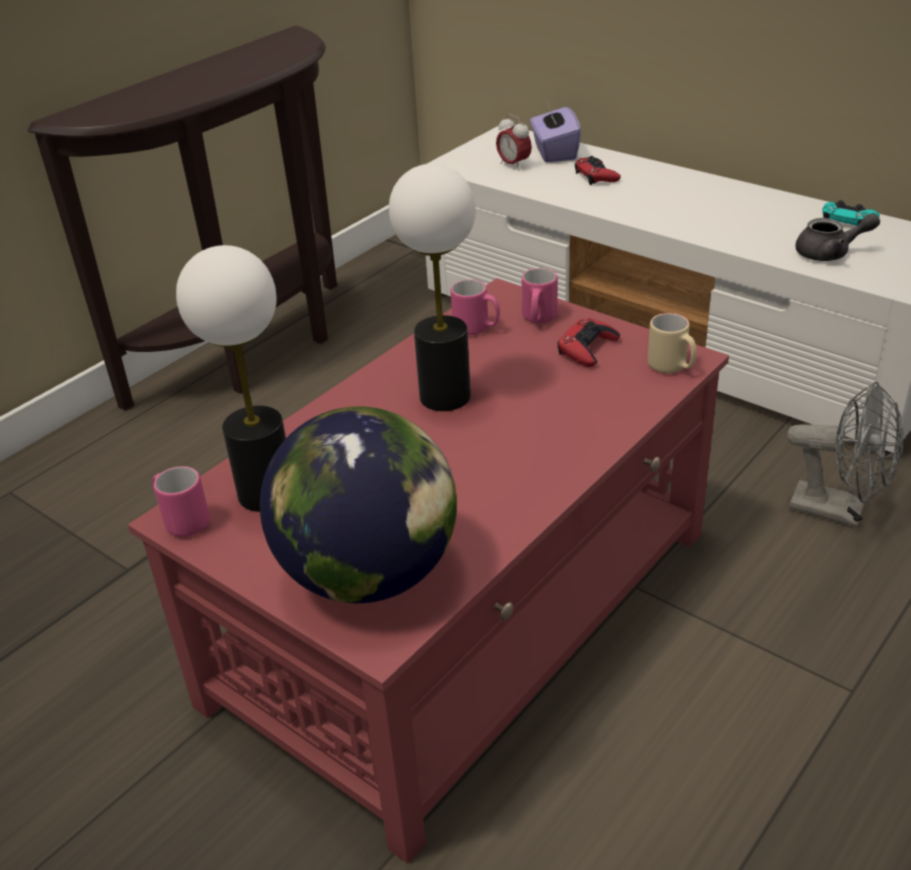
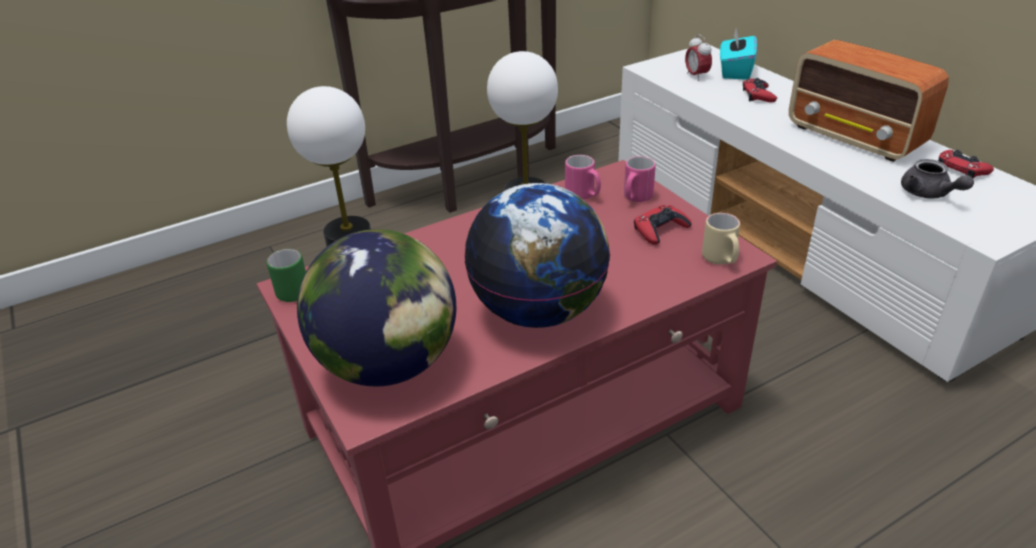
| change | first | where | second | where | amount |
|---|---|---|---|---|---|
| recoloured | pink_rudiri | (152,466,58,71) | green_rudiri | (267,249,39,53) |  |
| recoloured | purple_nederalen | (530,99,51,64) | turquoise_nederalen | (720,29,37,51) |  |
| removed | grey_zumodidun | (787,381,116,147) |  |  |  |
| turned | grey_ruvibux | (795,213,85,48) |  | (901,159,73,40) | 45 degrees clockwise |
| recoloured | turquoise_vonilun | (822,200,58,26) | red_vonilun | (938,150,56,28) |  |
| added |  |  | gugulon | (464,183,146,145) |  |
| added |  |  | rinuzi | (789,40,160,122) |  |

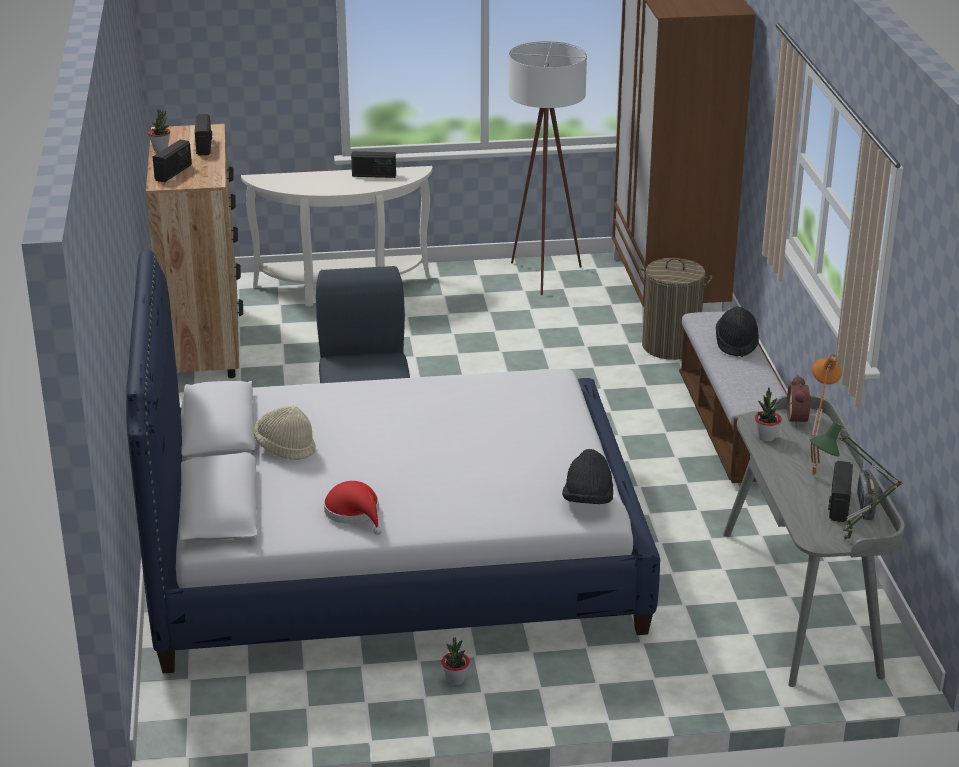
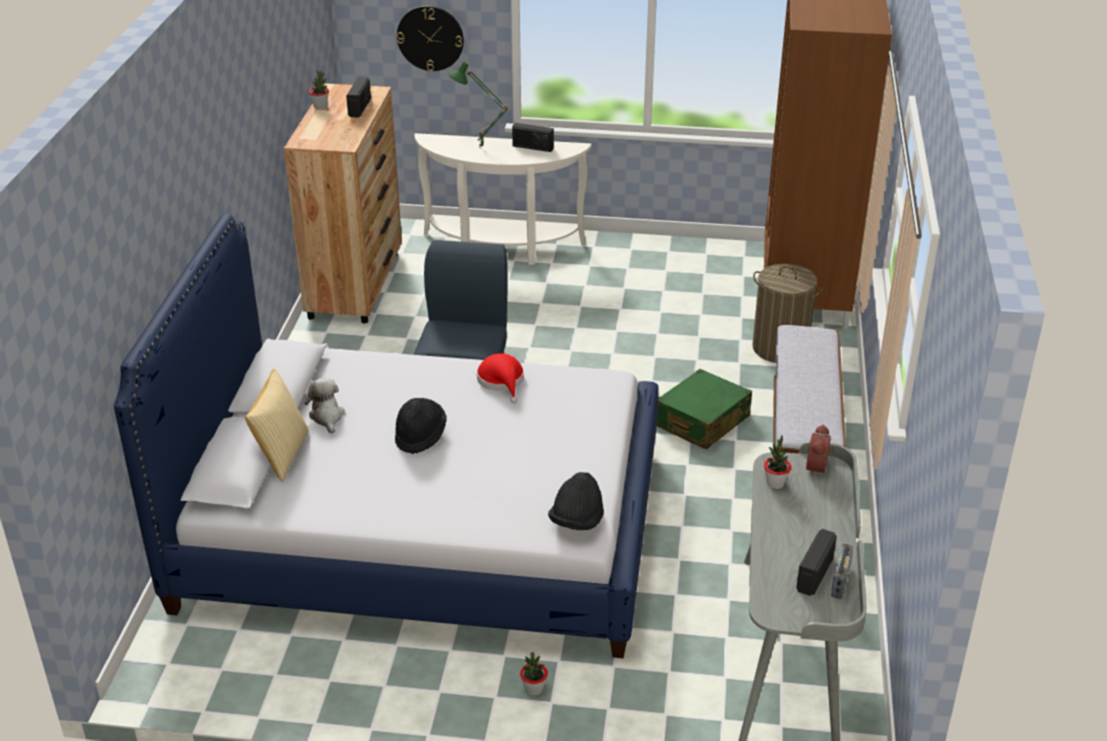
| change | first | where | second | where | amount |
|---|---|---|---|---|---|
| removed | rinuzi | (153,139,39,43) |  |  |  |
| replaced | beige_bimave | (254,405,62,55) | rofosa | (305,378,40,56) |  |
| moved | red_bimave | (324,481,58,54) |  | (477,353,47,50) |  |
| moved | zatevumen | (441,637,29,48) |  | (520,652,28,44) |  |
| removed | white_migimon | (508,41,79,254) |  |  |  |
| moved | black_bimave | (716,306,43,51) |  | (395,398,52,56) |  |
| removed | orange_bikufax | (810,354,32,124) |  |  |  |
| moved | green_bikufax | (810,421,93,120) |  | (449,61,60,87) |  |
| added |  |  | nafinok | (245,369,64,113) |  |
| added |  |  | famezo | (397,6,67,65) |  |
| added |  |  | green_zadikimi | (657,369,95,80) |  |

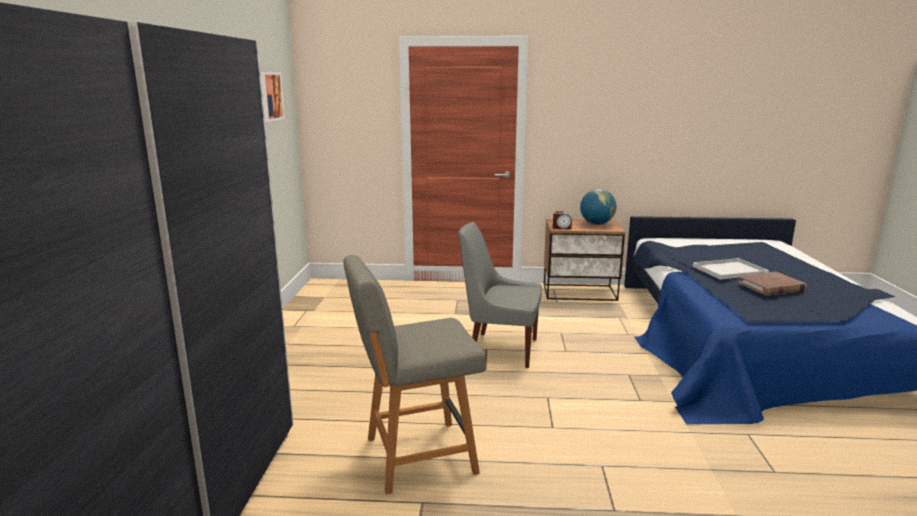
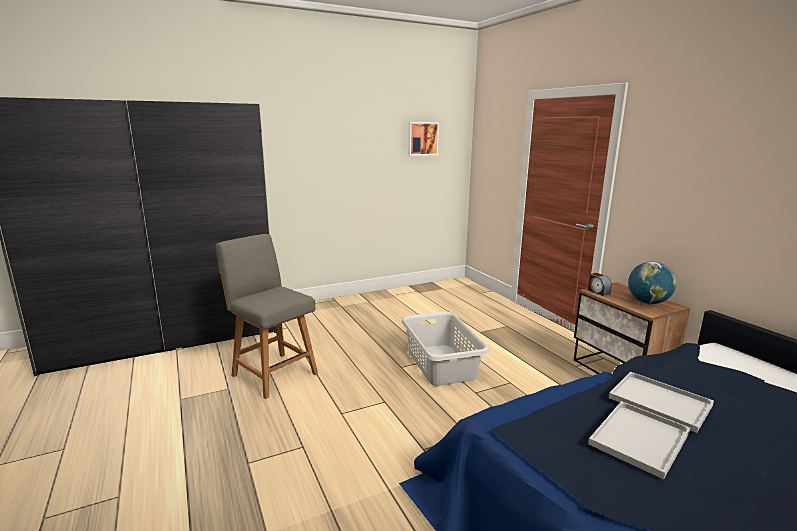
| change | first | where | second | where | amount |
|---|---|---|---|---|---|
| replaced | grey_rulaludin | (459,222,83,146) | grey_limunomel | (402,312,87,74) |  |
| replaced | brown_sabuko | (738,272,69,24) | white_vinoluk | (588,401,102,78) |  |

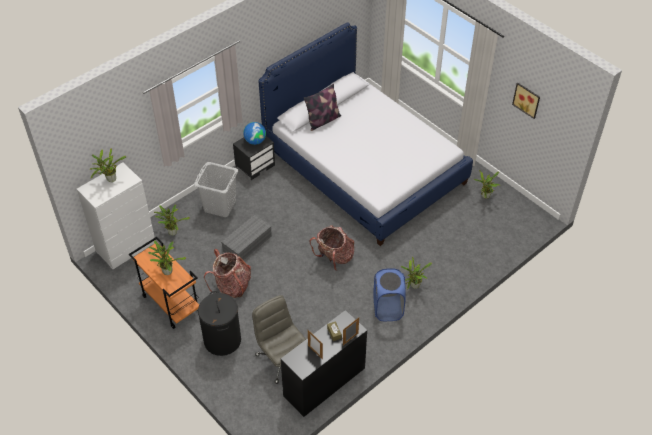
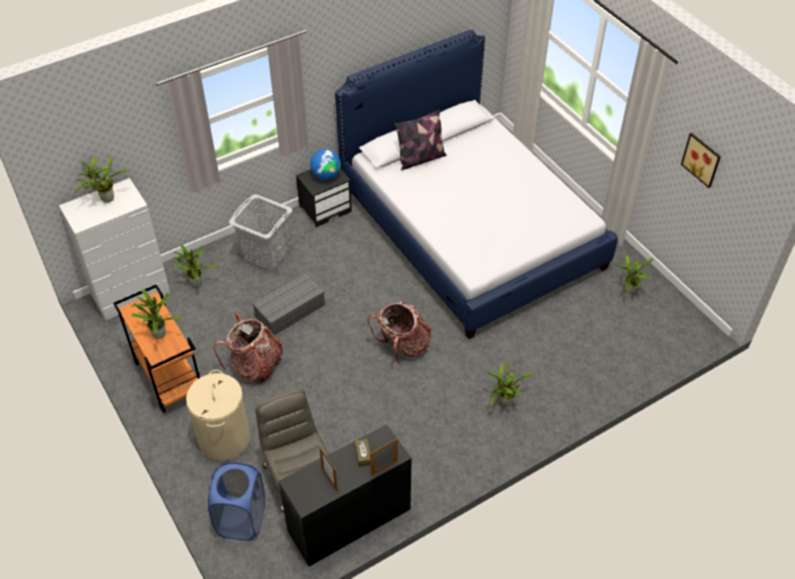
| change | first | where | second | where | amount |
|---|---|---|---|---|---|
| recoloured | black_limunomel | (198,291,43,65) | beige_limunomel | (186,370,64,90) |  |
| moved | blue_limunomel | (374,268,32,53) |  | (208,462,57,78) |  |

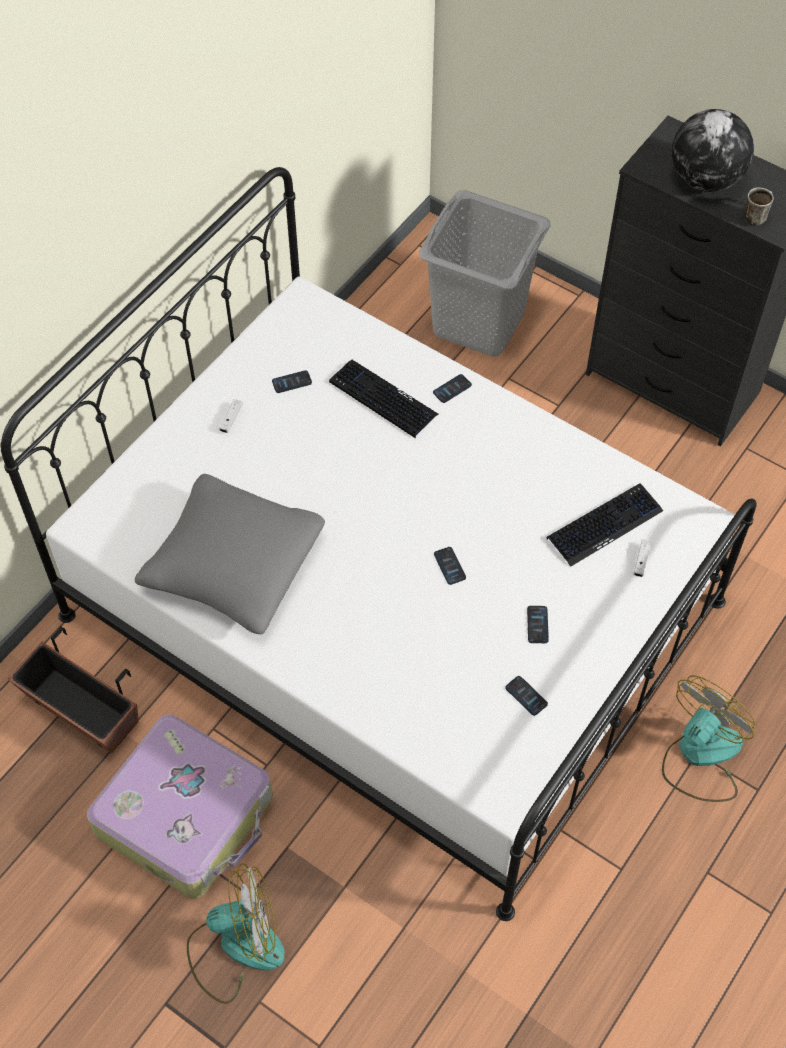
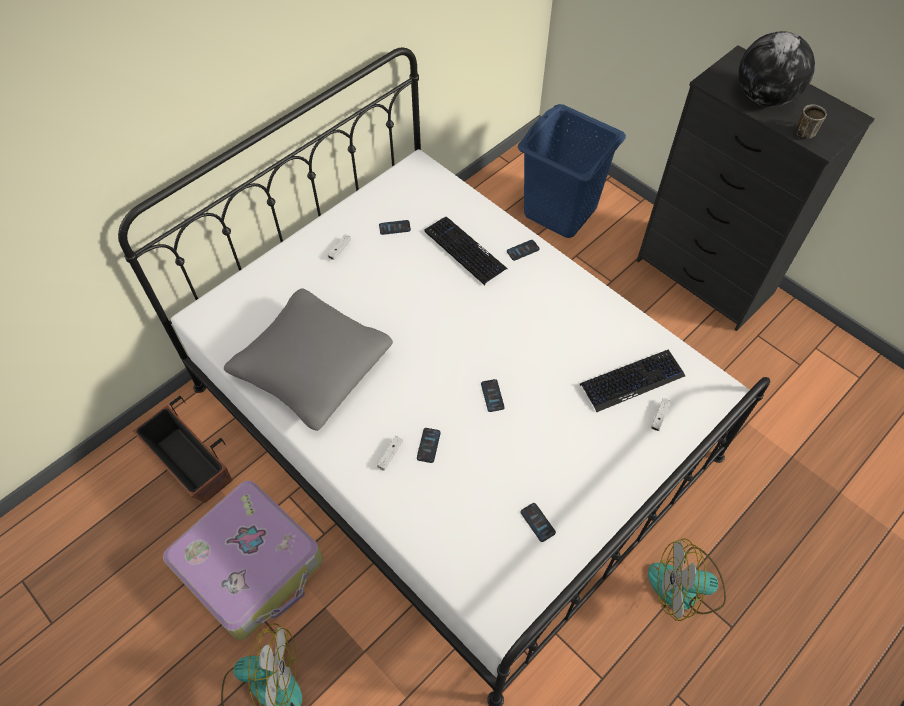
| change | first | where | second | where | amount |
|---|---|---|---|---|---|
| recoloured | grey_limunomel | (419,190,132,167) | blue_limunomel | (518,104,108,134) |  |
| moved | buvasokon | (527,606,22,37) |  | (417,428,24,35) |  |
| turned | zumodidun | (662,676,93,126) |  | (648,539,78,82) | 135 degrees counterclockwise |
| added |  |  | white_vonilun | (377,436,26,35) |  |

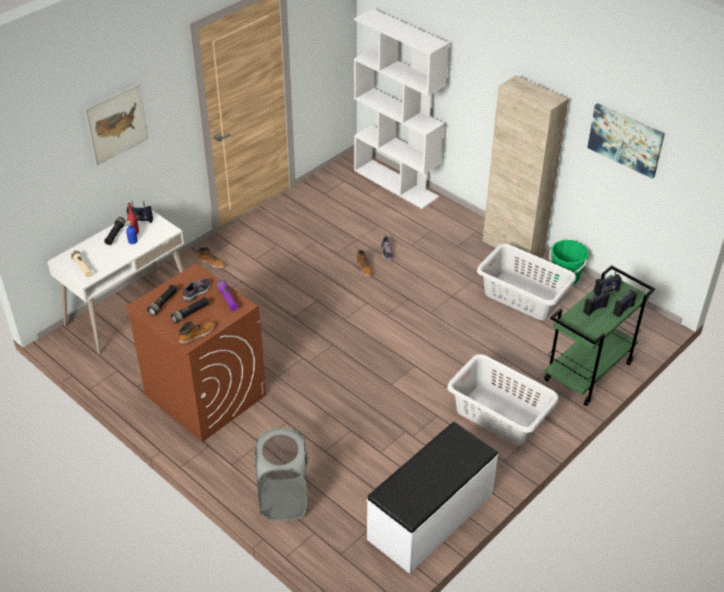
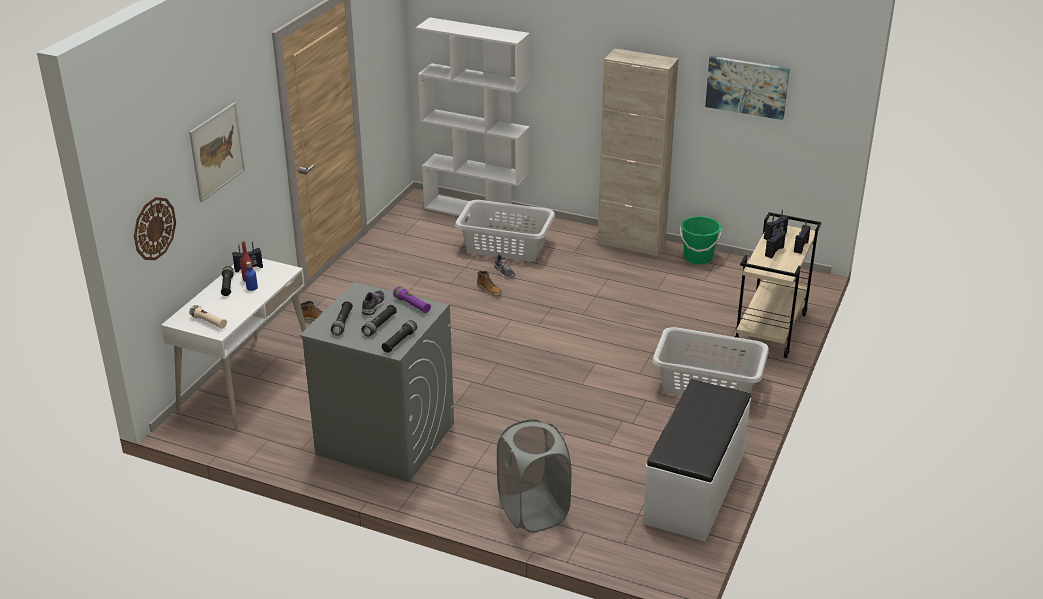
| change | first | where | second | where | amount |
|---|---|---|---|---|---|
| recoloured | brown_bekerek | (125,263,141,179) | grey_bekerek | (300,282,154,200) |  |
| replaced | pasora | (178,321,37,24) | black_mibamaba | (382,320,35,33) |  |
| moved | grey_limunomel | (477,244,99,76) |  | (455,200,100,62) |  |
| recoloured | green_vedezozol | (544,265,111,141) | beige_vedezozol | (735,212,87,146) |  |
| added |  |  | famezo | (134,197,42,63) |  |

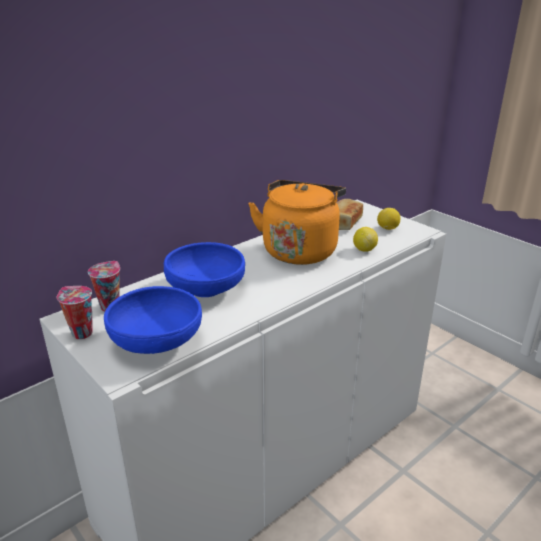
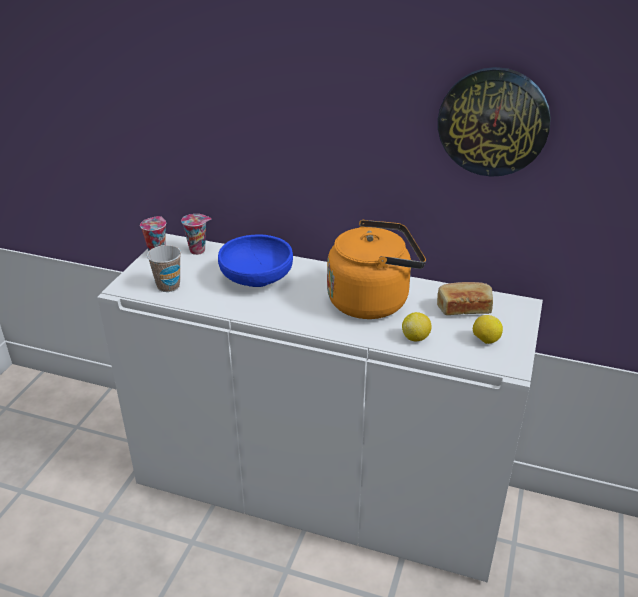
| change | first | where | second | where | amount |
|---|---|---|---|---|---|
| replaced | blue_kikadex | (104,286,98,68) | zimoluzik | (147,245,34,47) |  |
| added |  |  | famezo | (438,67,113,110) |  |

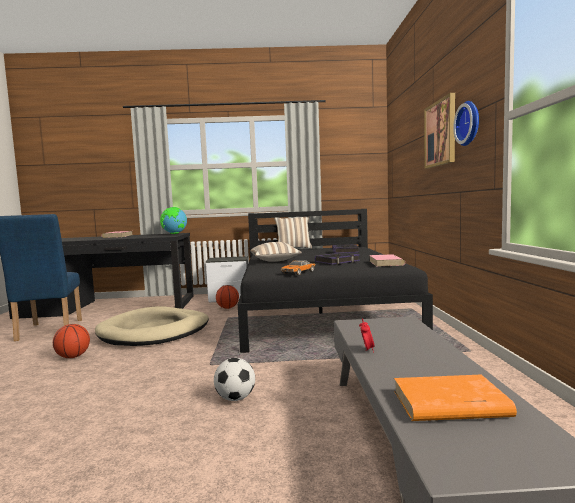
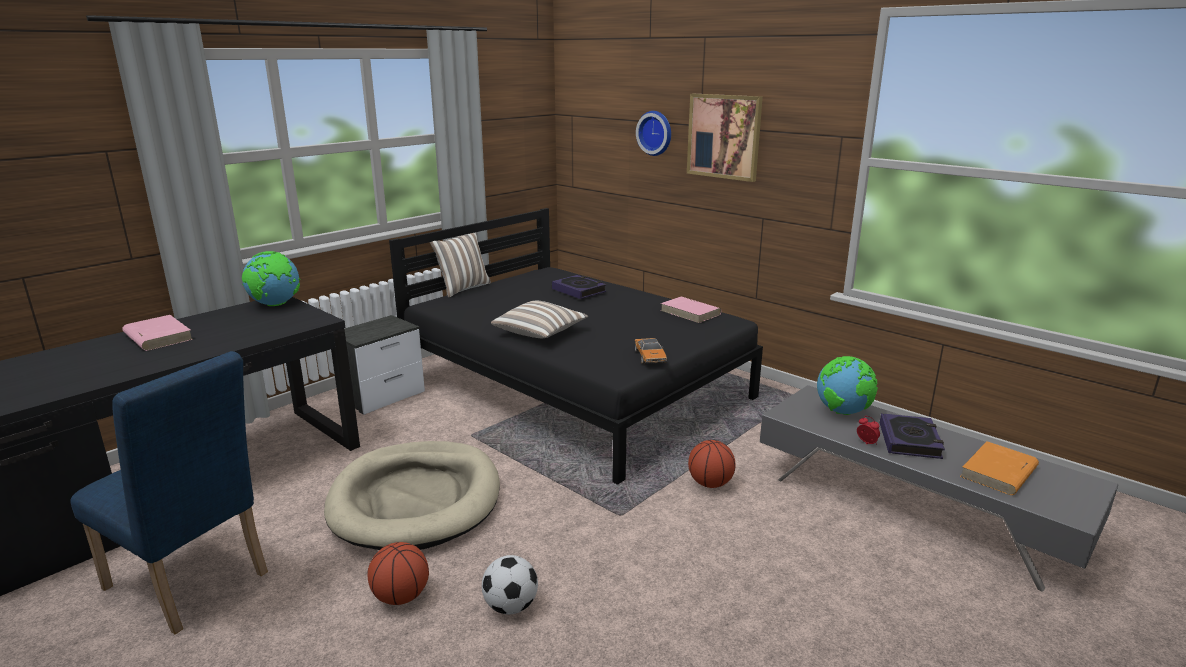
| change | first | where | second | where | amount |
|---|---|---|---|---|---|
| moved | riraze | (214,358,41,43) |  | (482,555,56,59) |  |
| moved | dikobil | (216,285,23,24) |  | (688,440,47,48) |  |
| moved | sabuko | (315,252,45,13) |  | (880,413,65,46) |  |
| moved | famezo | (453,101,26,45) |  | (636,111,35,45) |  |
| added |  |  | gugulon | (817,356,61,59) |  |

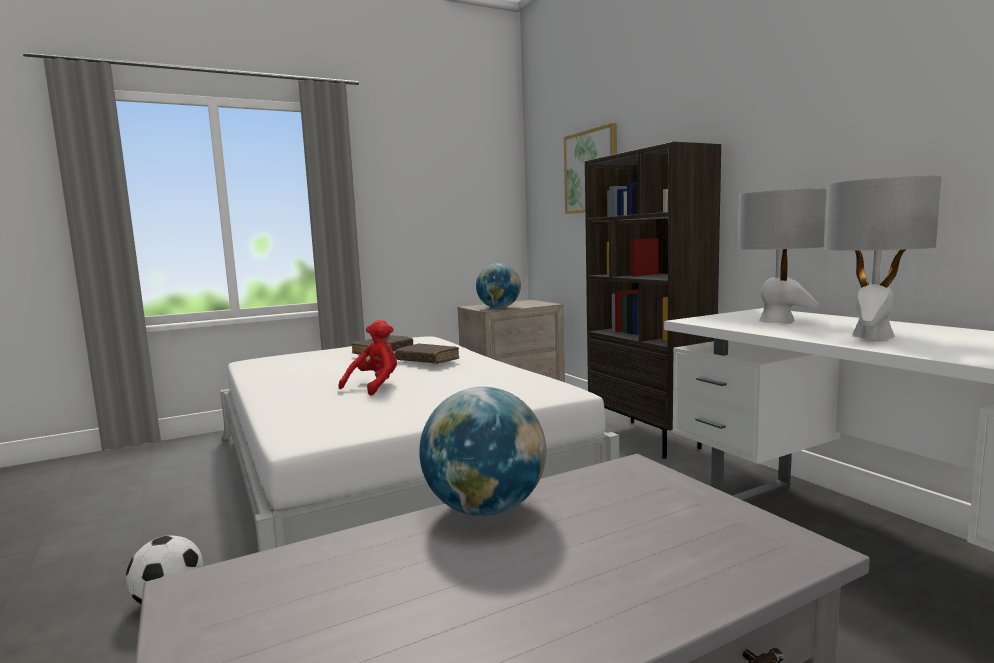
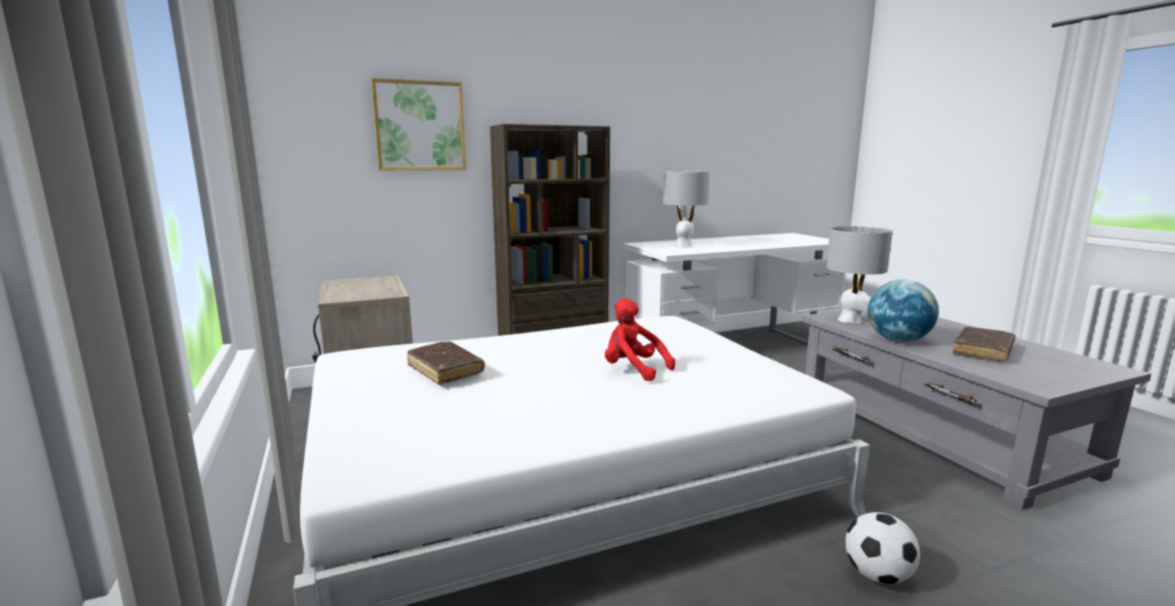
| change | first | where | second | where | amount |
|---|---|---|---|---|---|
| moved | brown_sabuko | (394,343,66,21) |  | (953,327,63,34) |  |
| removed | gugulon | (476,263,45,45) |  |  |  |
| moved | grey_bikufax | (825,175,117,165) |  | (826,226,67,97) |  |

